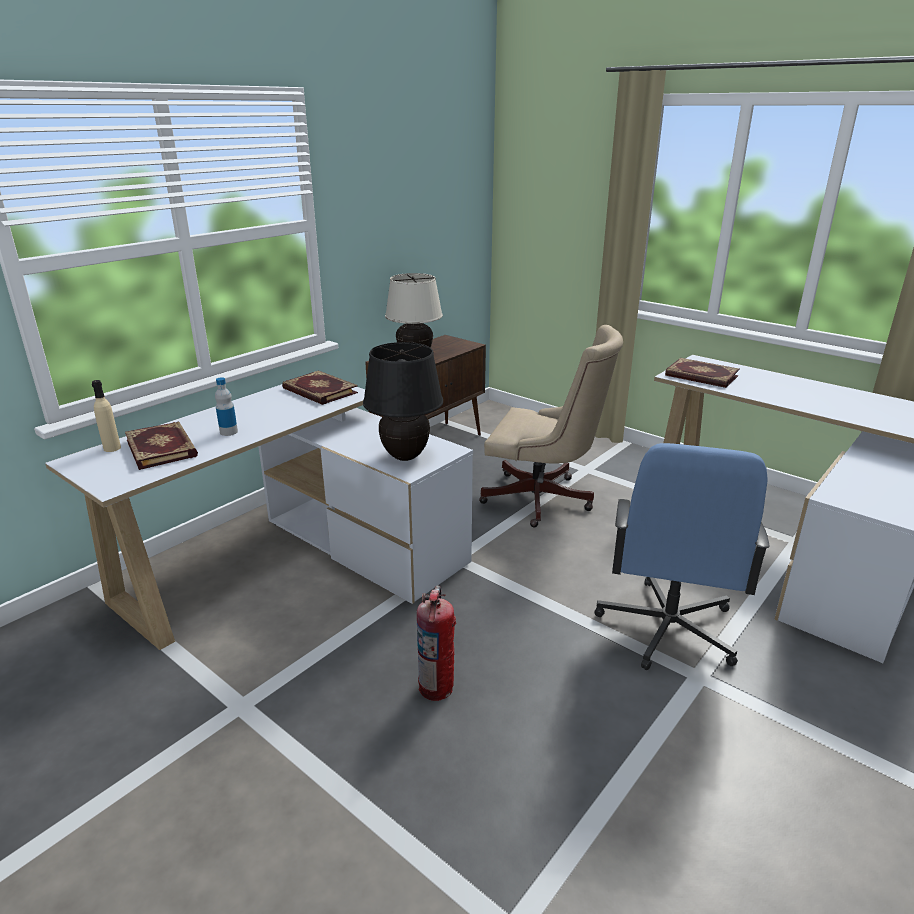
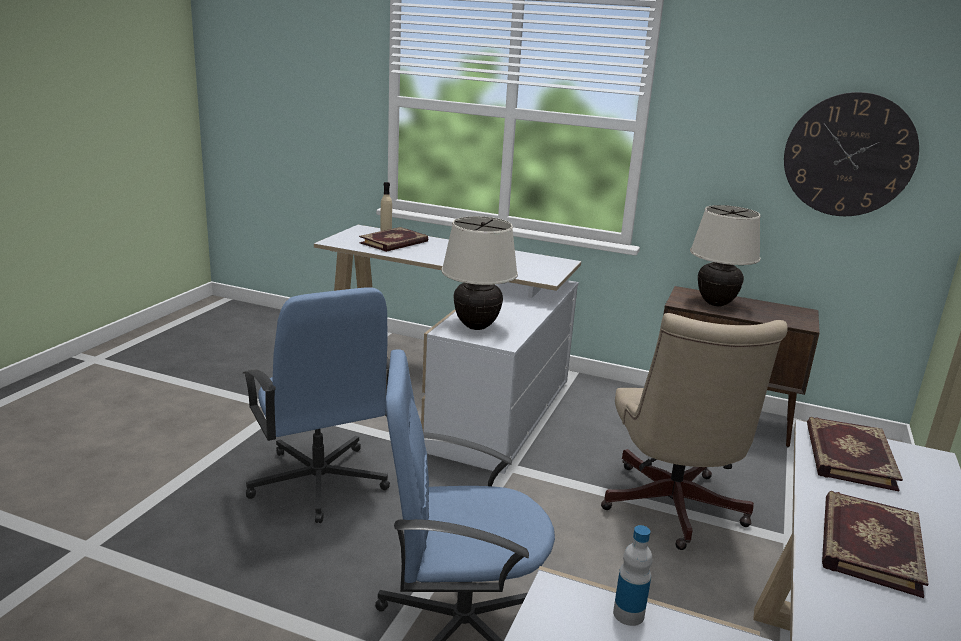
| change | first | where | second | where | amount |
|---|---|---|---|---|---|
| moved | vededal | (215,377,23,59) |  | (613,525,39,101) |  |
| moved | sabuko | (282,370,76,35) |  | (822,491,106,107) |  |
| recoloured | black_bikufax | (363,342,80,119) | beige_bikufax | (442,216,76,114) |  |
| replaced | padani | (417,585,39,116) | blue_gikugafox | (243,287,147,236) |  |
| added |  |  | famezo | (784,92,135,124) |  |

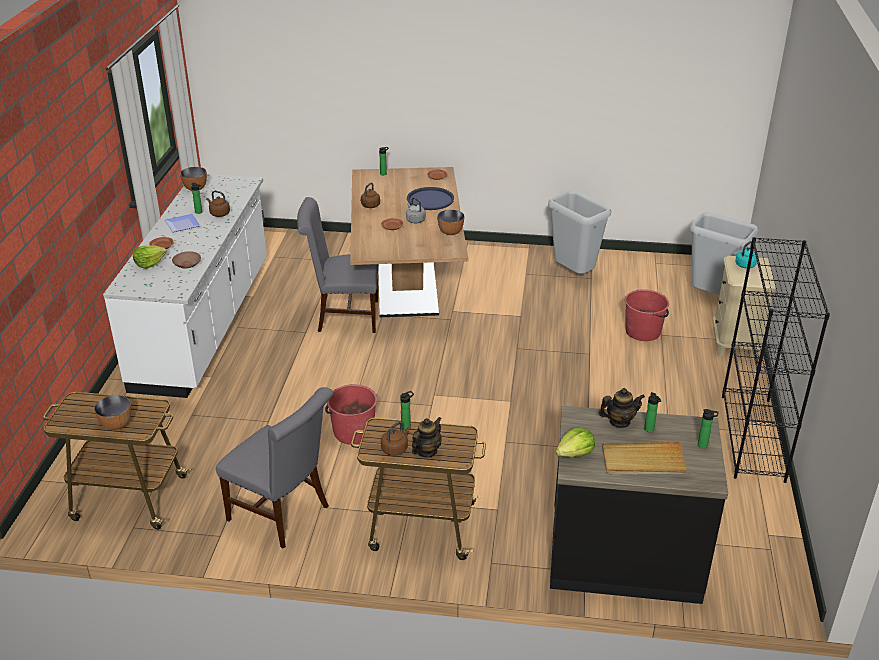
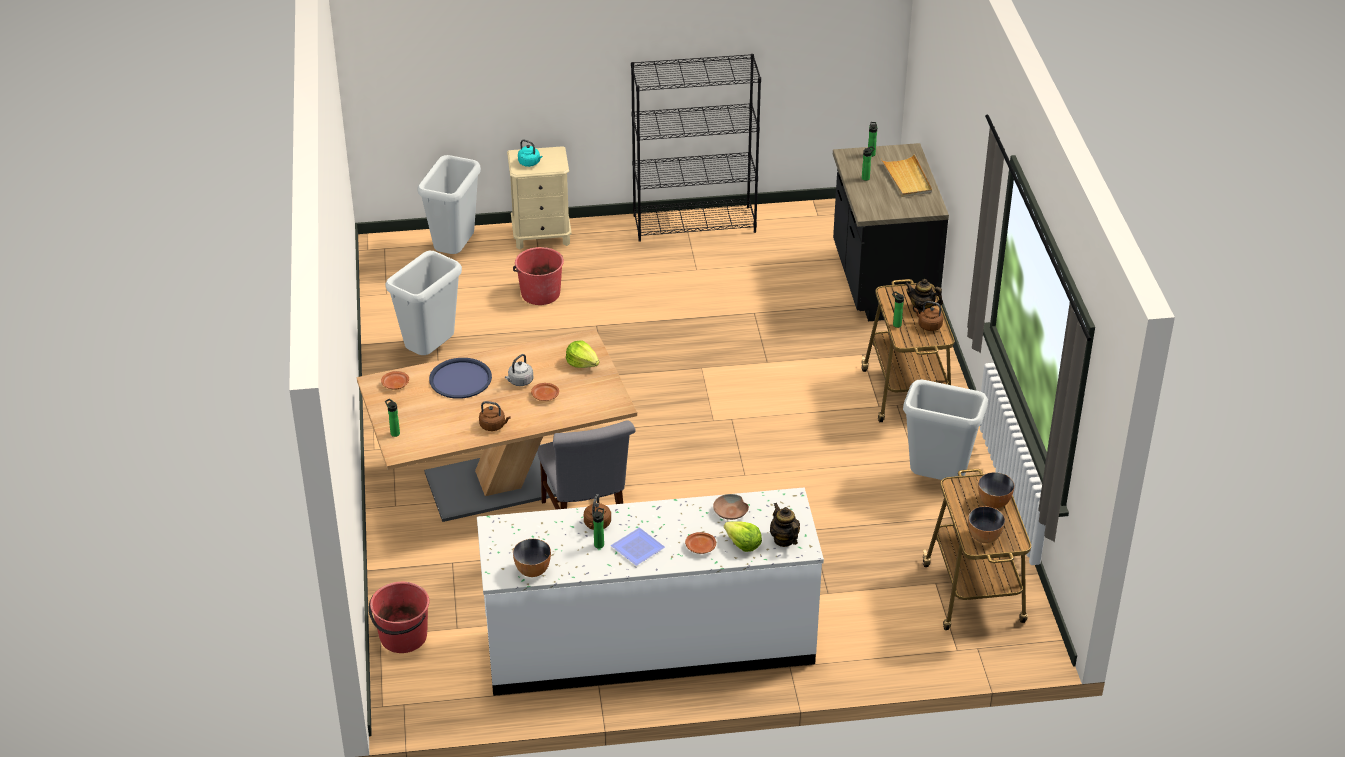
| change | first | where | second | where | amount |
|---|---|---|---|---|---|
| replaced | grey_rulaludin | (216,387,117,162) | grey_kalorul | (903,379,85,101) |  |
| moved | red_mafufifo | (325,384,52,61) |  | (369,582,60,71) |  |
| moved | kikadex | (437,210,27,25) |  | (968,506,37,37) |  |
| moved | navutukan | (556,428,39,29) |  | (566,340,33,28) |  |
| moved | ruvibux | (599,388,46,40) |  | (770,503,30,44) |  |

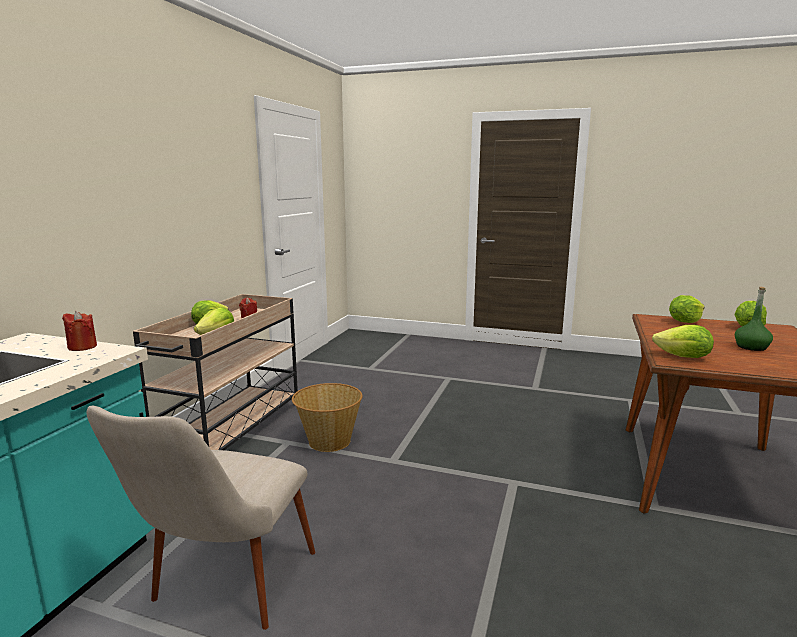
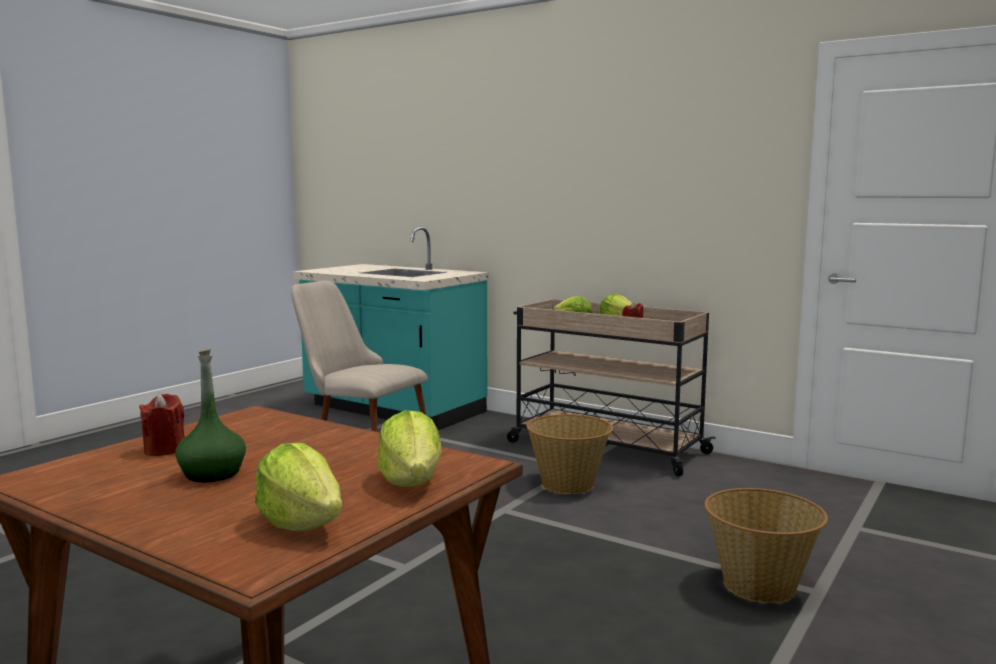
| change | first | where | second | where | amount |
|---|---|---|---|---|---|
| moved | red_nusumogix | (62,311,35,40) |  | (139,394,46,62) |  |
| removed | navutukan | (652,325,62,33) |  |  |  |
| added |  |  | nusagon | (704,488,124,115) |  |

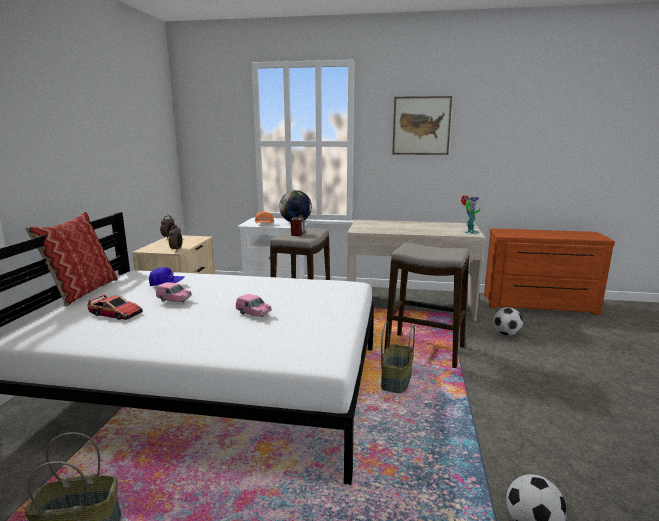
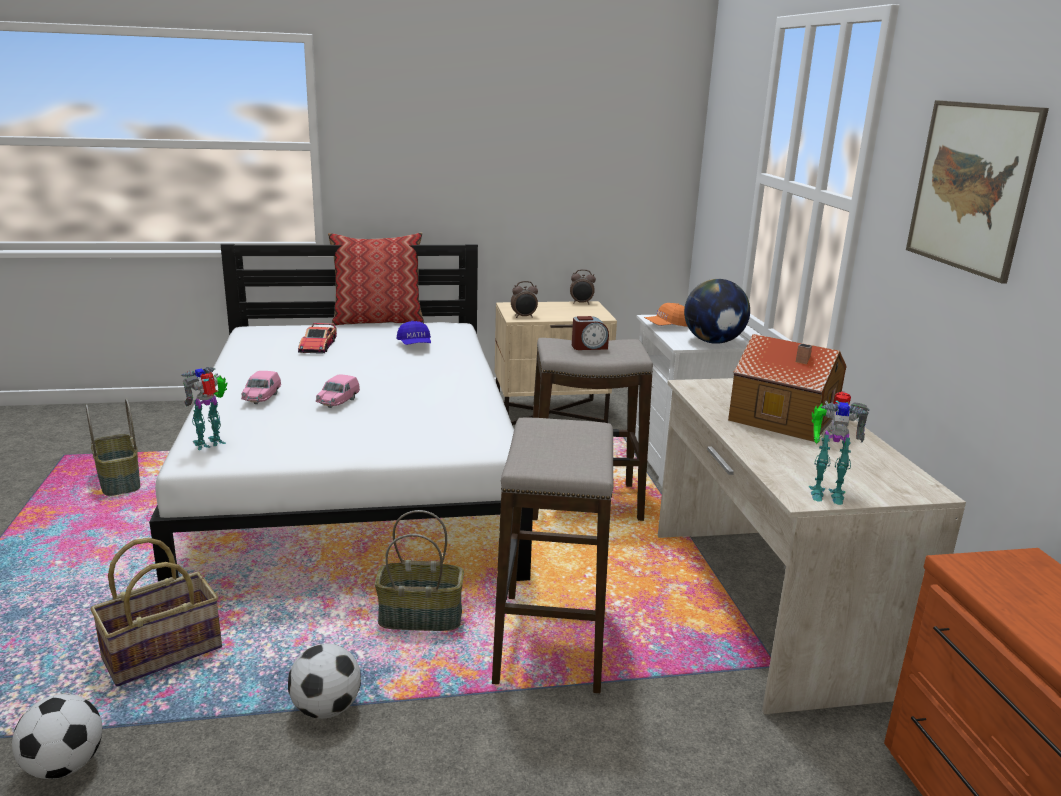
| change | first | where | second | where | amount |
|---|---|---|---|---|---|
| moved | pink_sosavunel | (156,282,36,20) |  | (241,371,40,33) |  |
| moved | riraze | (493,307,30,29) |  | (288,643,73,76) |  |
| added |  |  | nusagon | (90,538,132,149) |  |
| added |  |  | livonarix | (181,367,46,83) |  |
| added |  |  | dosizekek | (728,334,119,108) |  |

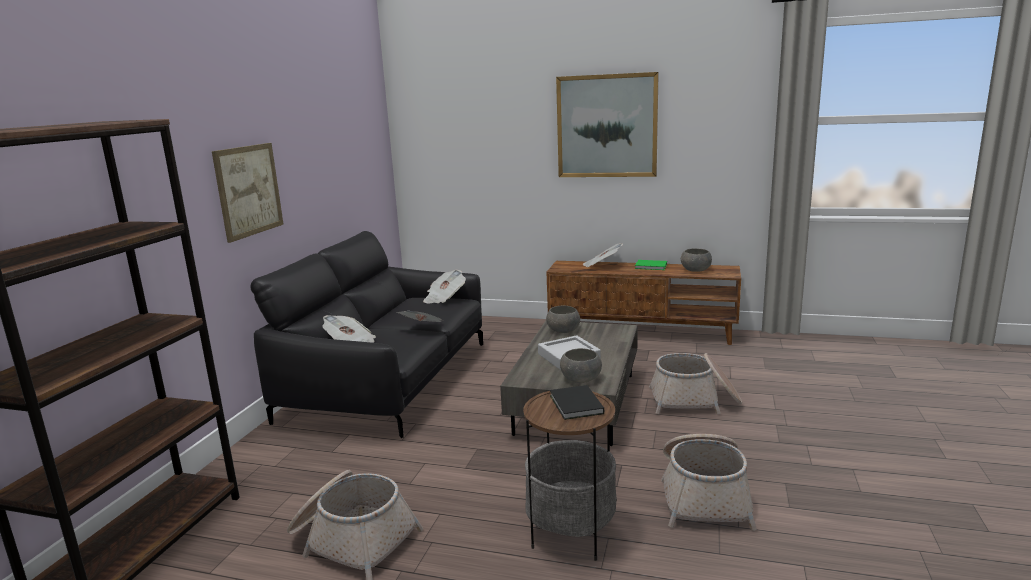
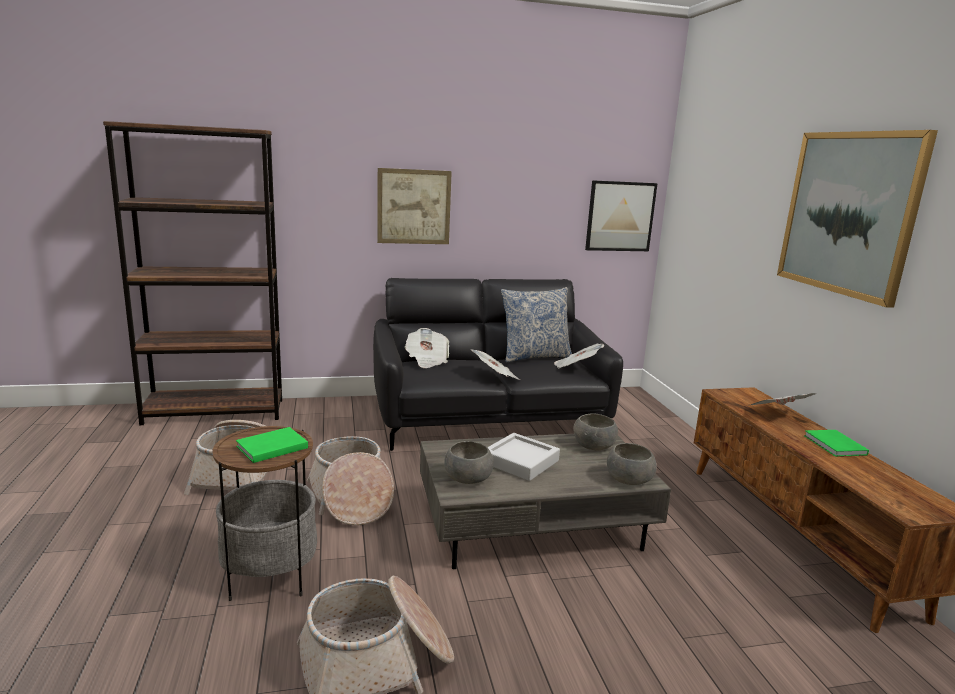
| change | first | where | second | where | amount |
|---|---|---|---|---|---|
| recoloured | black_sabuko | (550,385,54,35) | green_sabuko | (236,427,72,36) |  |
| moved | nusagon | (649,353,93,61) |  | (307,436,87,89) |  |
| moved | grey_kikadex | (681,248,31,24) |  | (607,443,50,42) |  |
| added |  |  | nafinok | (501,287,71,75) |  |
| added |  |  | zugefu | (585,180,73,71) |  |

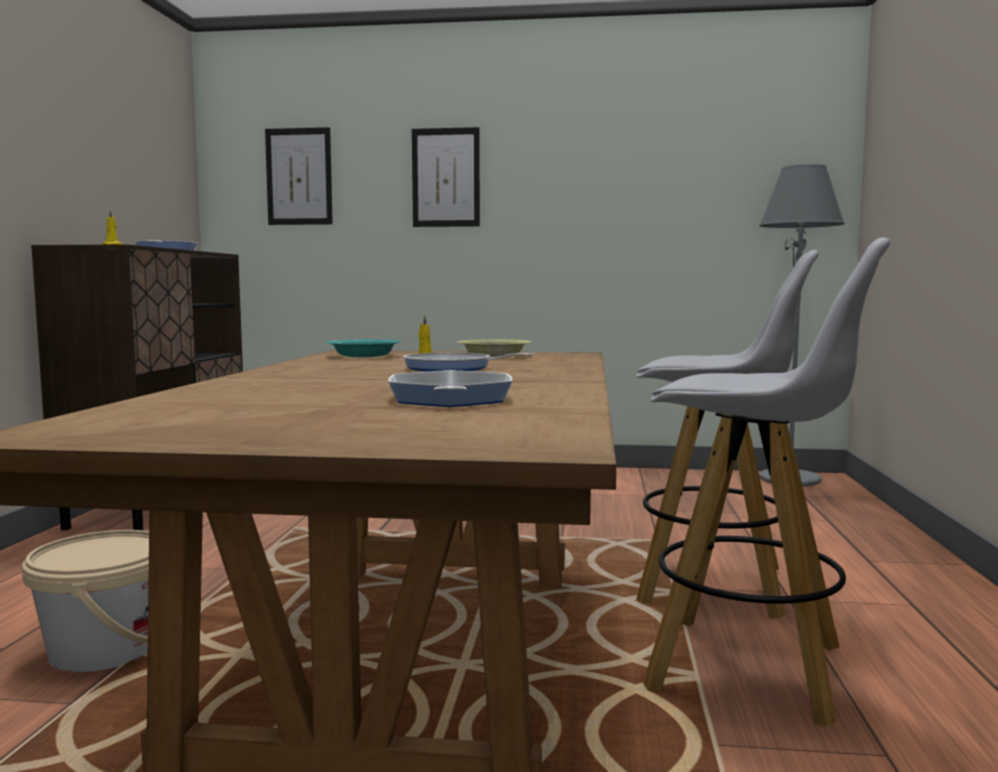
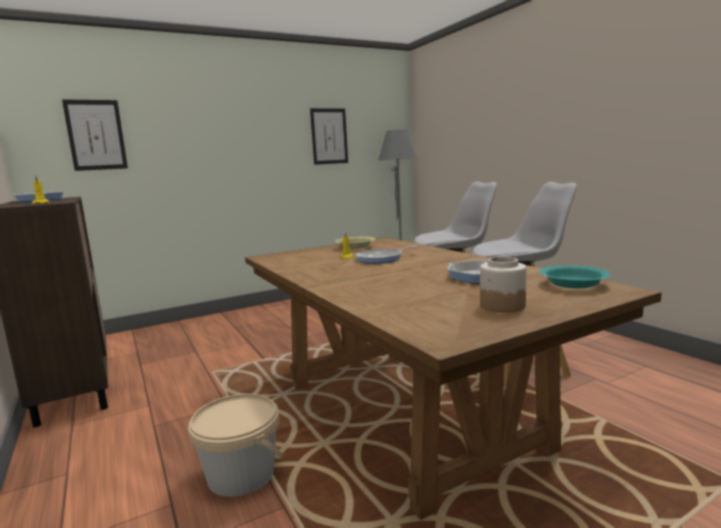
| change | first | where | second | where | amount |
|---|---|---|---|---|---|
| moved | turquoise_kikadex | (326,339,76,18) |  | (539,265,72,23) |  |
| moved | zugefu | (412,127,68,100) |  | (310,108,38,57) |  |
| added |  |  | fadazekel | (480,257,46,56) |  |

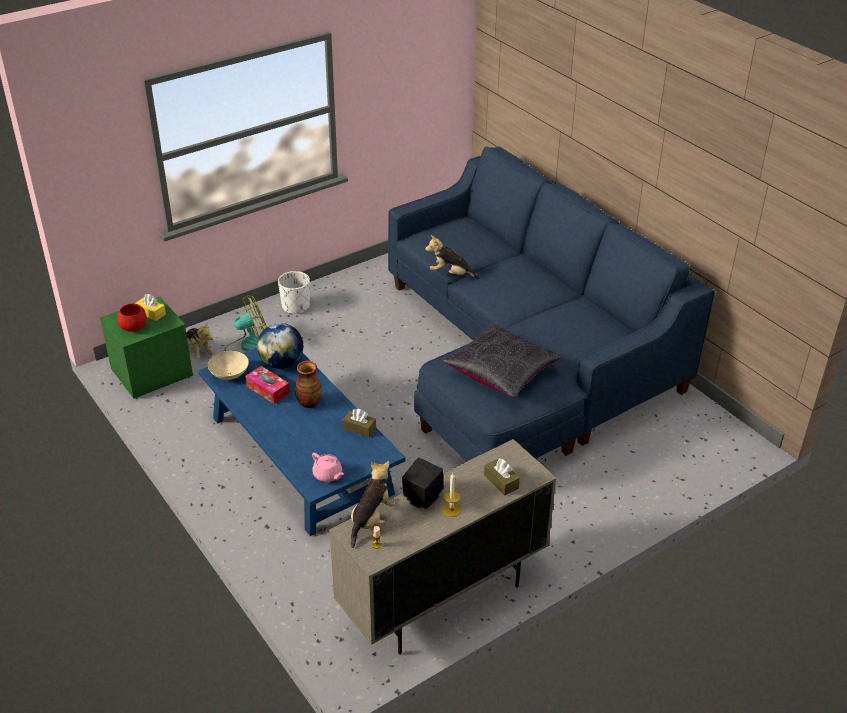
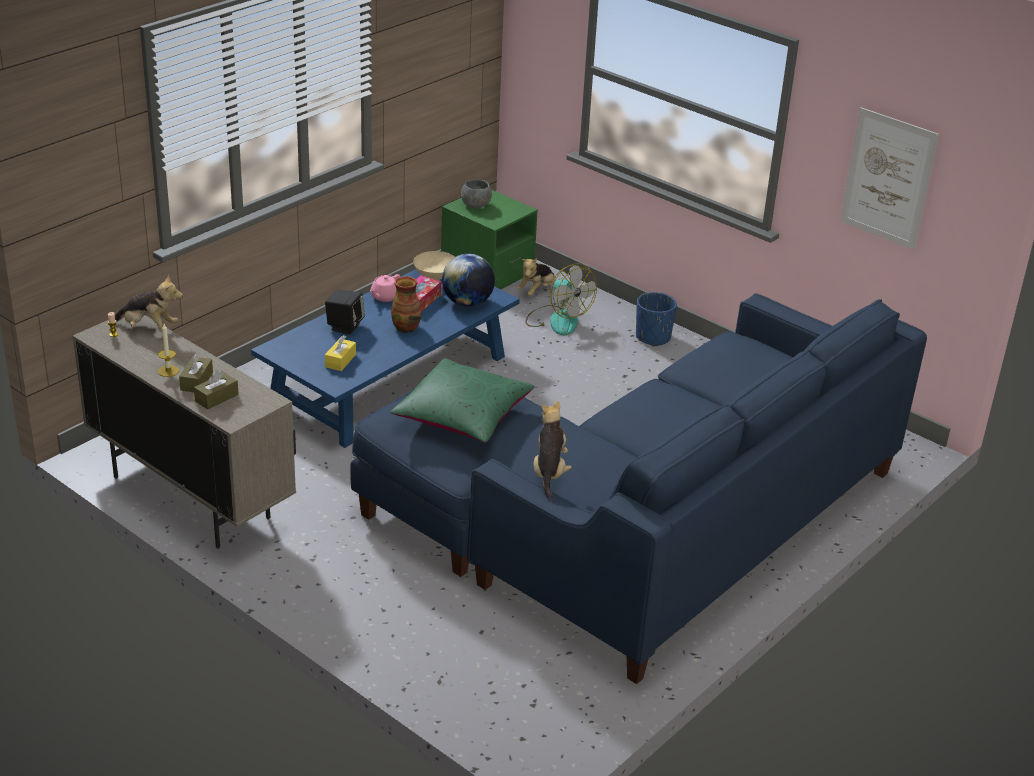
| change | first | where | second | where | amount |
|---|---|---|---|---|---|
| recoloured | red_kikadex | (117,304,30,28) | grey_kikadex | (461,179,31,29) |  |
| moved | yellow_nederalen | (135,294,31,27) |  | (325,335,31,36) |  |
| recoloured | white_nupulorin | (278,271,32,44) | blue_nupulorin | (636,292,41,55) |  |
| moved | pink_ruvibux | (312,453,32,29) |  | (370,274,30,28) |  |
| moved | brown_nederalen | (343,409,33,29) |  | (179,353,34,39) |  |
| moved | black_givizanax | (402,458,42,51) |  | (325,290,40,45) |  |
| moved | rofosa | (425,235,55,44) |  | (534,400,38,101) |  |
| recoloured | black_nafinok | (442,323,119,75) | green_nafinok | (390,358,144,85) |  |
| added |  |  | zugefu | (840,107,99,143) |  |

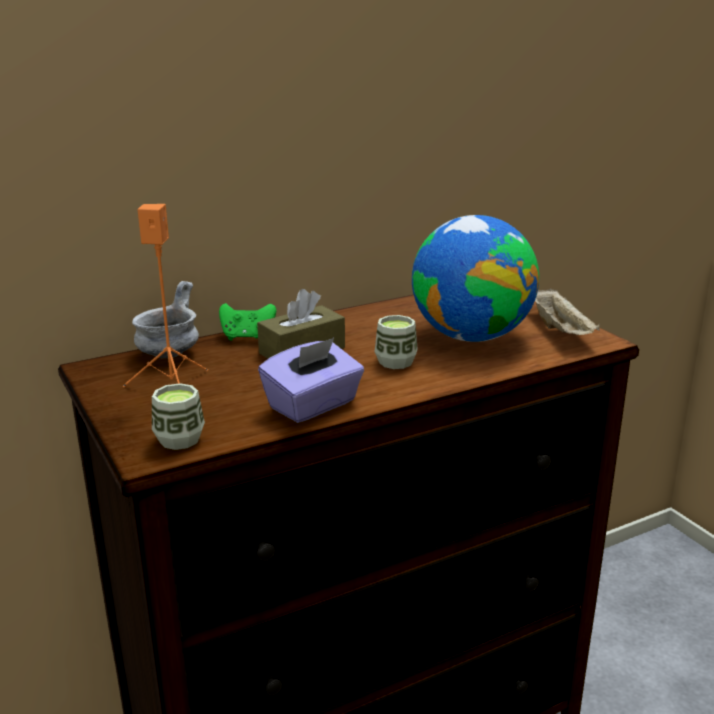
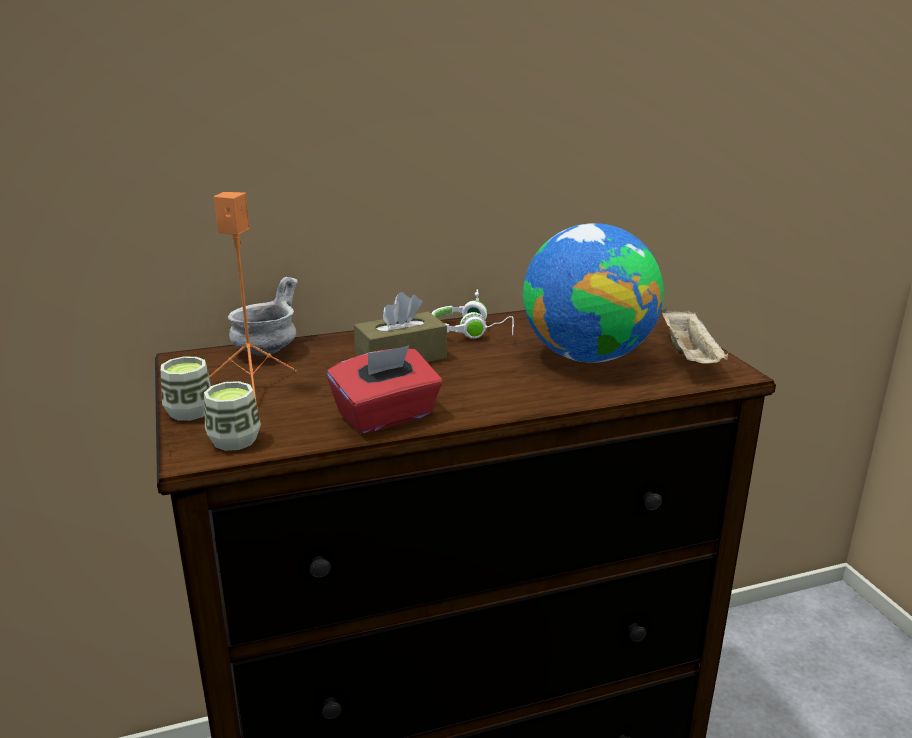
| change | first | where | second | where | amount |
|---|---|---|---|---|---|
| removed | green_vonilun | (219,303,57,38) |  |  |  |
| recoloured | purple_nederalen | (258,338,106,85) | red_nederalen | (327,346,115,88) |  |
| moved | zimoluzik | (374,315,44,54) |  | (161,357,51,64) |  |
| added |  |  | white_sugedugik | (431,289,83,50) |  |

